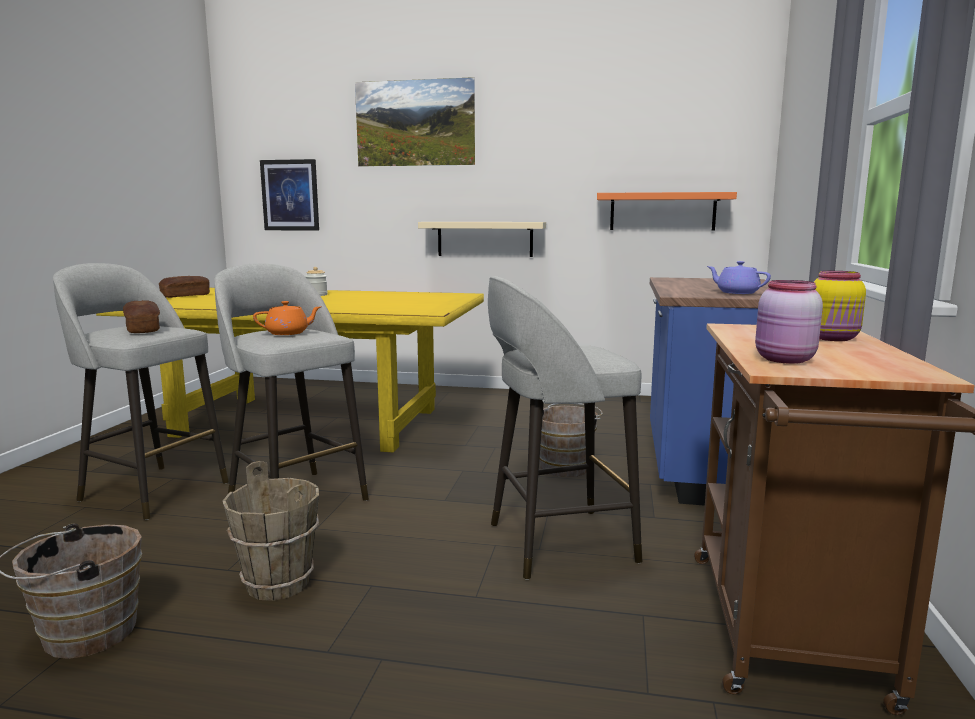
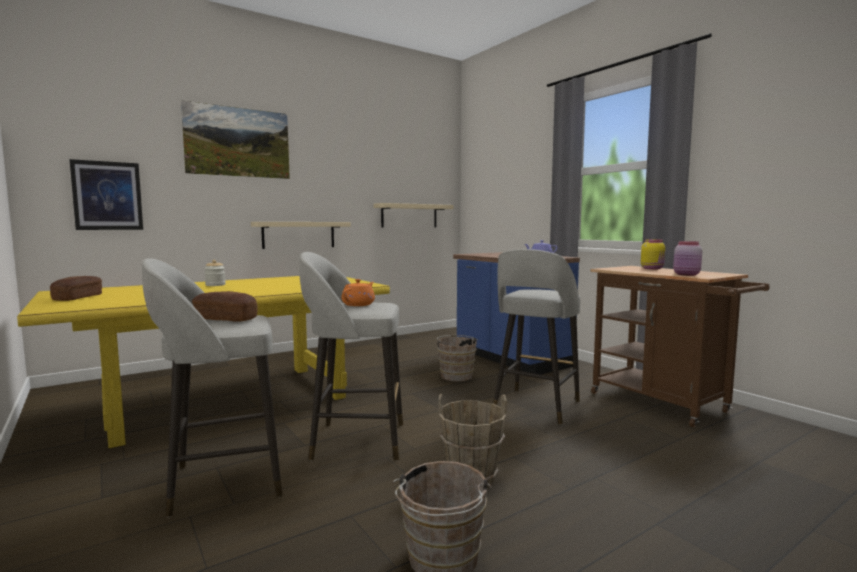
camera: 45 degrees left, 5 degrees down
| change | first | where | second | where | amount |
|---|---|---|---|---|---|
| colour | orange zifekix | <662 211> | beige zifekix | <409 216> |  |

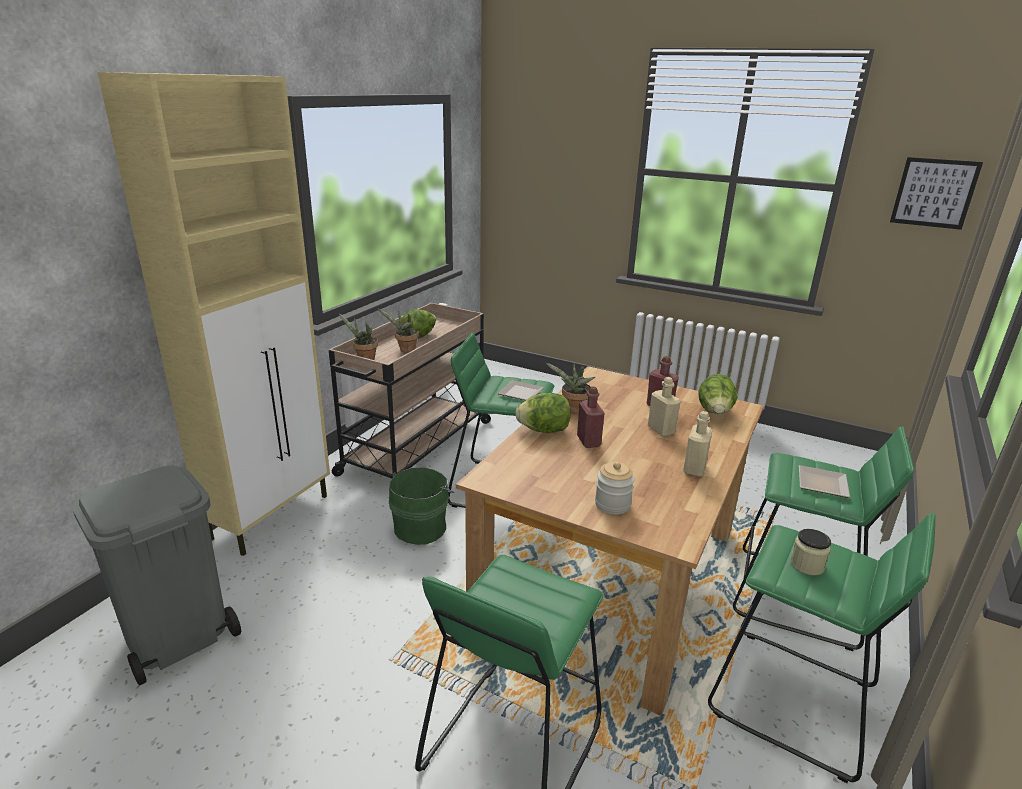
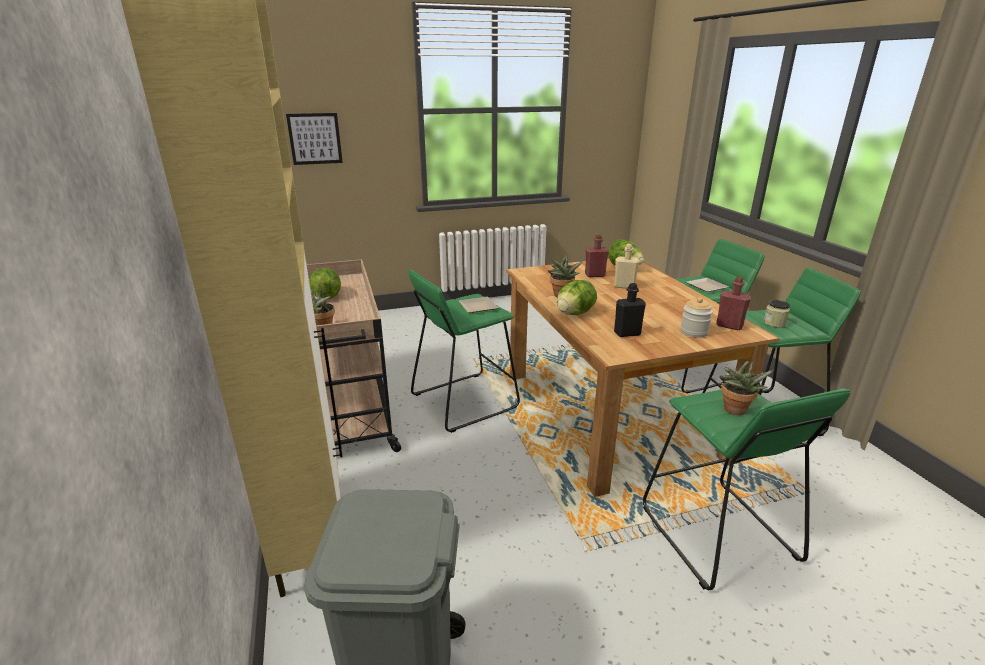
camera: 45 degrees left, 0 degrees up
| change | first | where | second | where | amount |
|---|---|---|---|---|---|
| relocated | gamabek | <405 350> |  | <735 411> |  |
| missing | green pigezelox | <422 526> |  |  |  |
| relocated | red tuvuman | <588 441> |  | <729 326> |  |
| missing | beige tuvuman | <694 469> |  |  |  |
| relocated | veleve | <934 193> |  | <315 139> |  |
| appeared |  |  | black tuvuman | <627 333> |  |

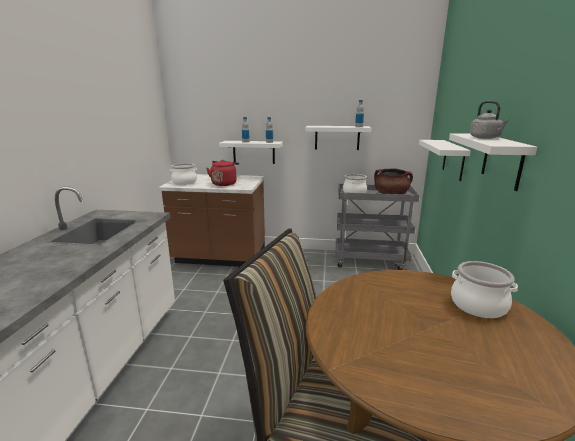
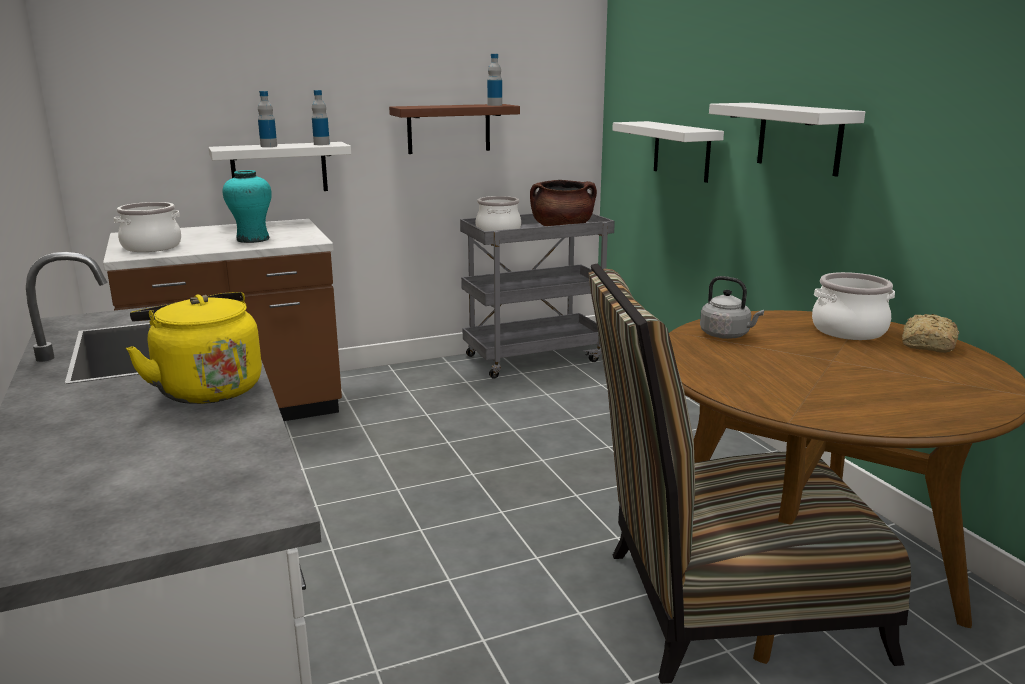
camera: 30 degrees left, 0 degrees up
| change | first | where | second | where | amount |
|---|---|---|---|---|---|
| exchanged | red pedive | <224 183> | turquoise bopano | <252 239> |  |
| colour | white zifekix | <337 137> | brown zifekix | <449 128> |  |
| relocated | grey pedive | <486 138> |  | <727 335> |  |
| appeared |  |  | yellow pedive | <205 389> |  |
| appeared |  |  | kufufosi | <927 345> |  |

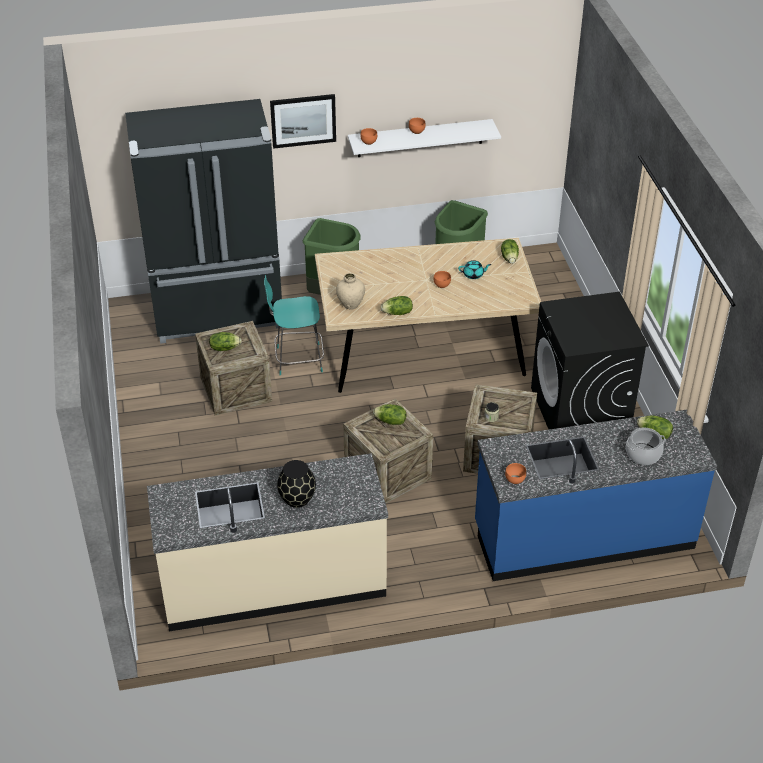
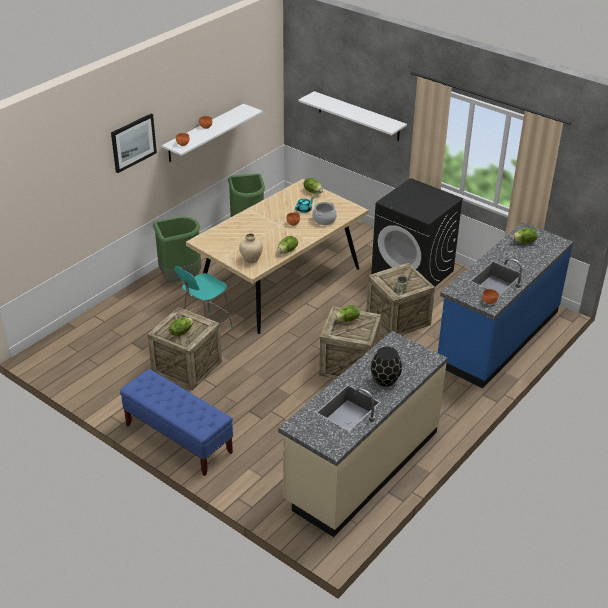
camera: 40 degrees left, 5 degrees down
| change | first | where | second | where | amount |
|---|---|---|---|---|---|
| missing | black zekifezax | <218 313> |  |  |  |
| relocated | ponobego | <643 454> |  | <324 220> |  |
| appeared |  |  | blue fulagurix | <178 439> |  |
| appeared |  |  | white zifekix | <358 116> |  |

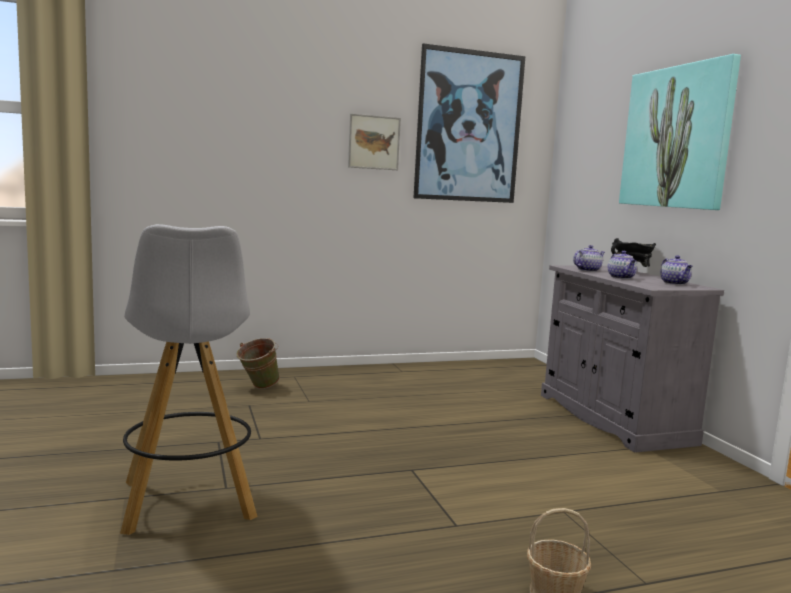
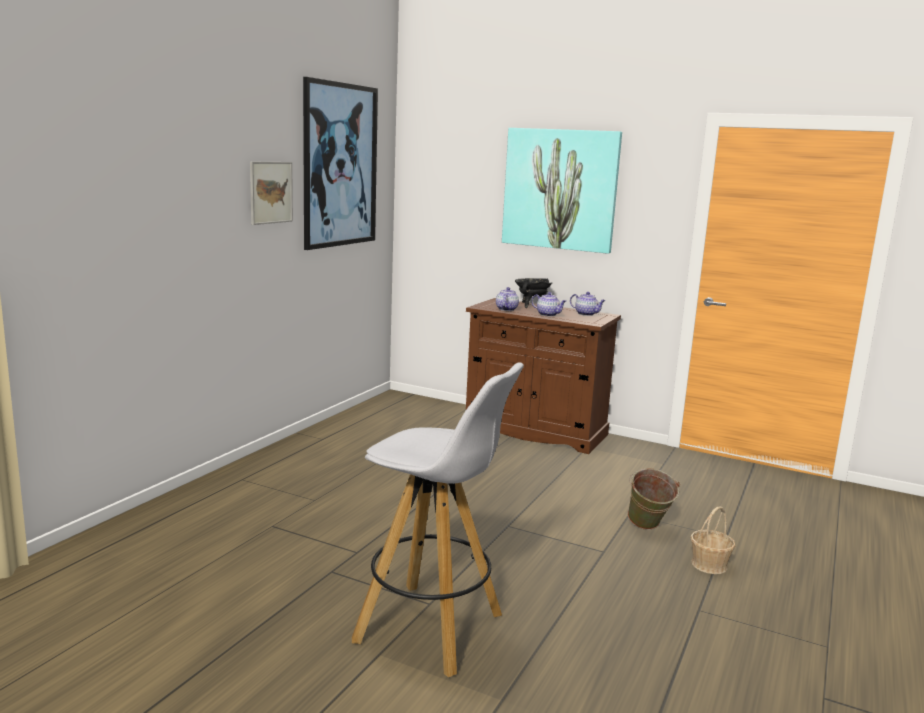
camera: 45 degrees left, 5 degrees up
| change | first | where | second | where | amount |
|---|---|---|---|---|---|
| relocated | green pigezelox | <258 387> |  | <647 528> |  |
| colour | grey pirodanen | <613 418> | brown pirodanen | <534 431> |  |

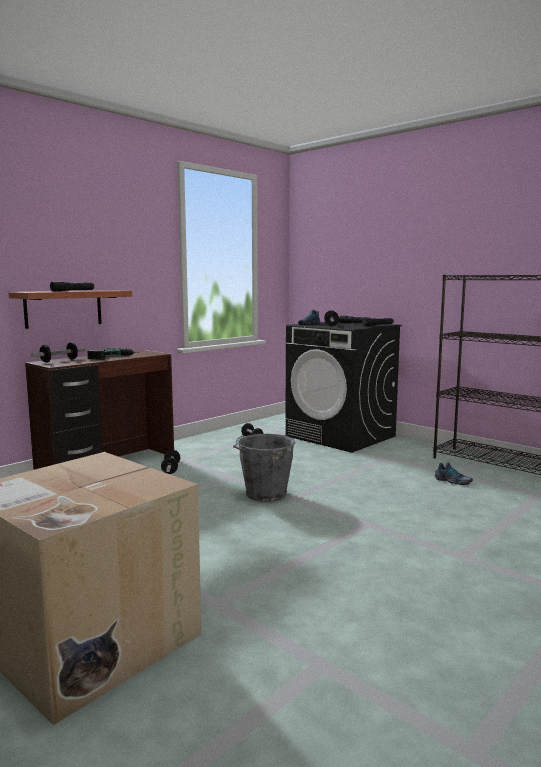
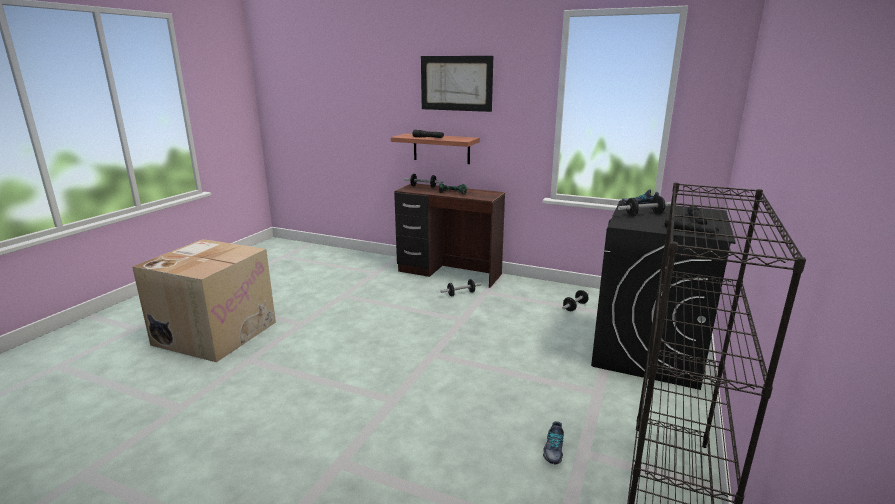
camera: 70 degrees right, 10 degrees up
| change | first | where | second | where | amount |
|---|---|---|---|---|---|
| missing | grey pigezelox | <264 495> |  |  |  |
| appeared |  |  | veleve | <456 83> |  |

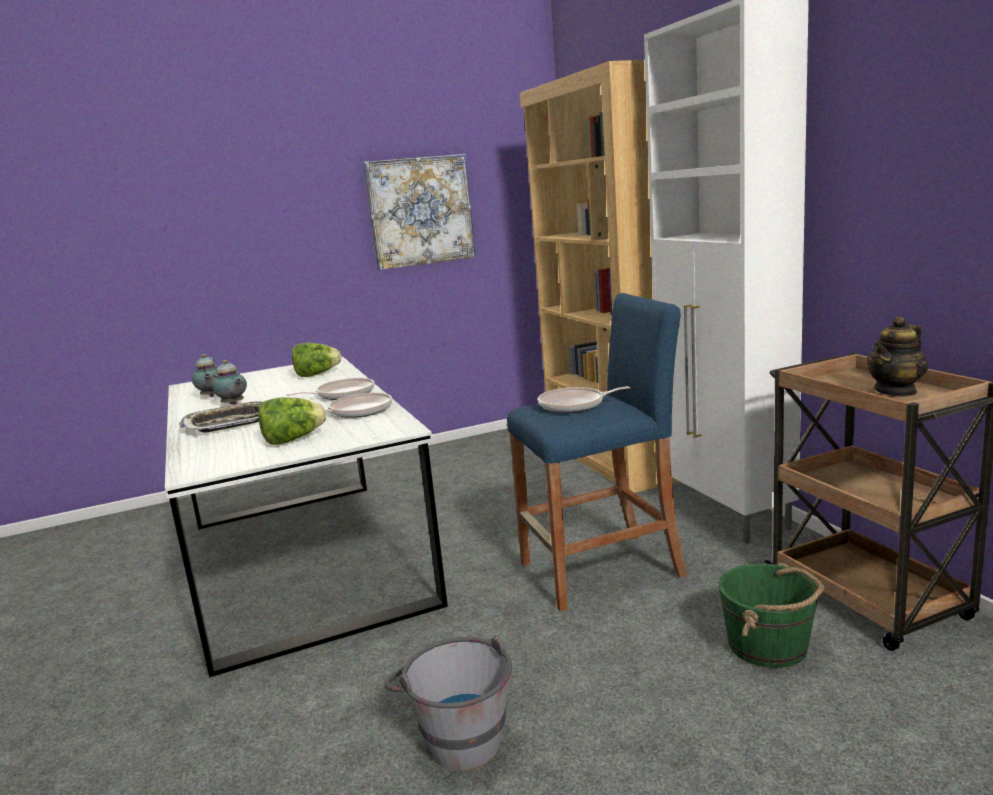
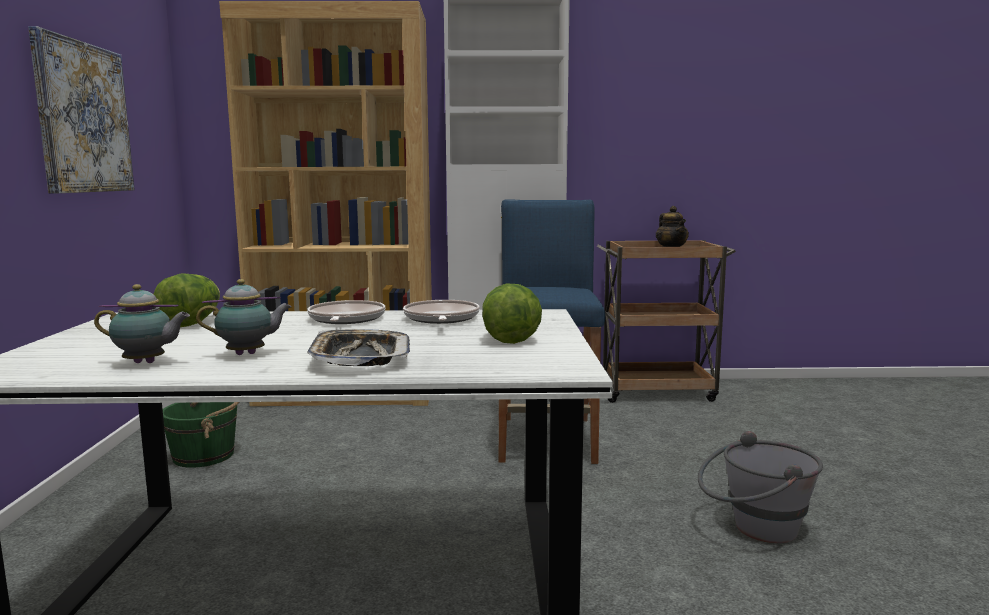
camera: 70 degrees left, 5 degrees down
| change | first | where | second | where | amount |
|---|---|---|---|---|---|
| missing | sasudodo | <575 405> |  |  |  |
| relocated | green pigezelox | <769 646> |  | <205 455> |  |

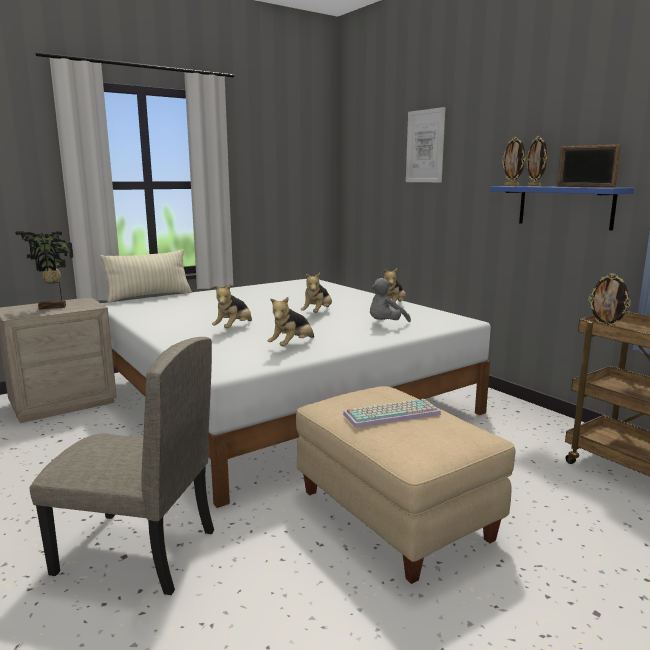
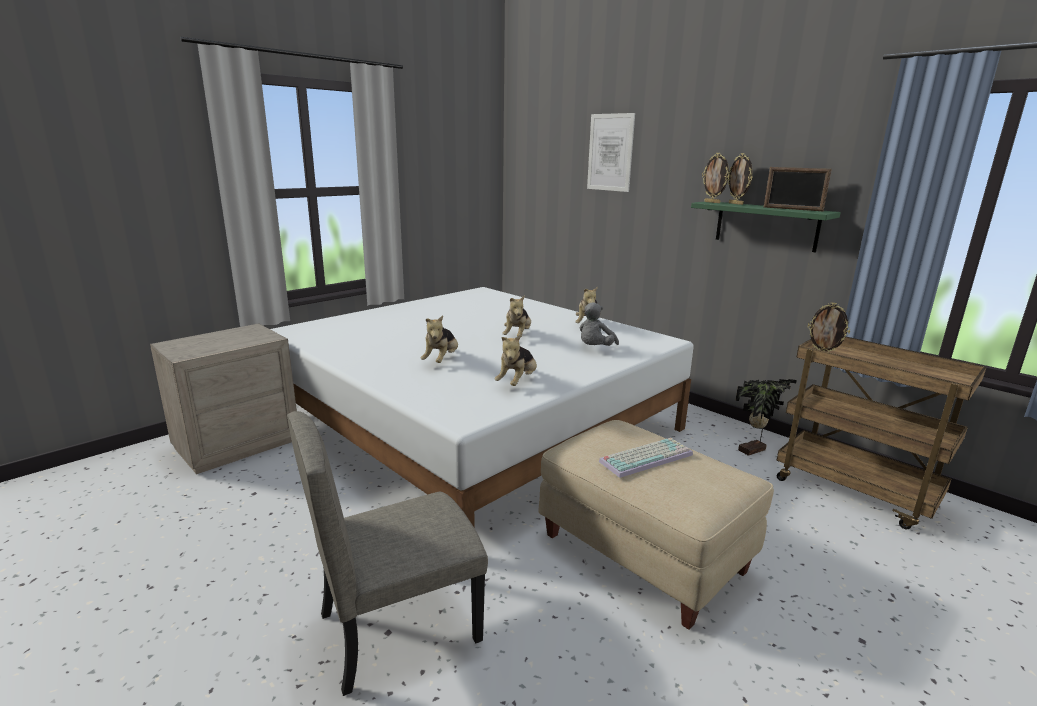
camera: 10 degrees left, 5 degrees up
| change | first | where | second | where | amount |
|---|---|---|---|---|---|
| relocated | gamabek | <53 307> |  | <753 451> |  |
| spun | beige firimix | <136 552> |  | <399 626> | 150 degrees clockwise |
| missing | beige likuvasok | <149 296> |  |  |  |
| colour | blue zifekix | <565 206> | green zifekix | <766 226> |  |

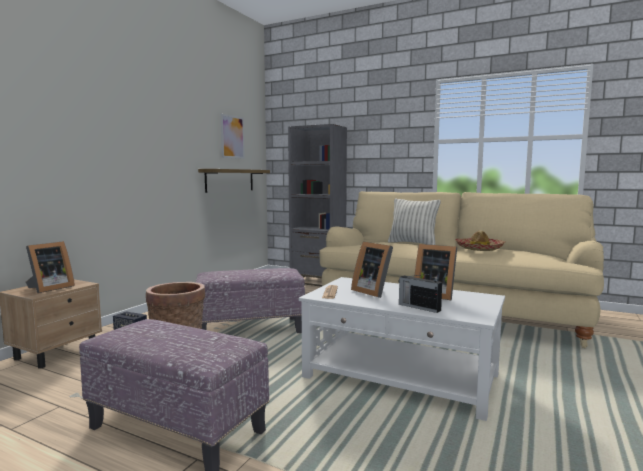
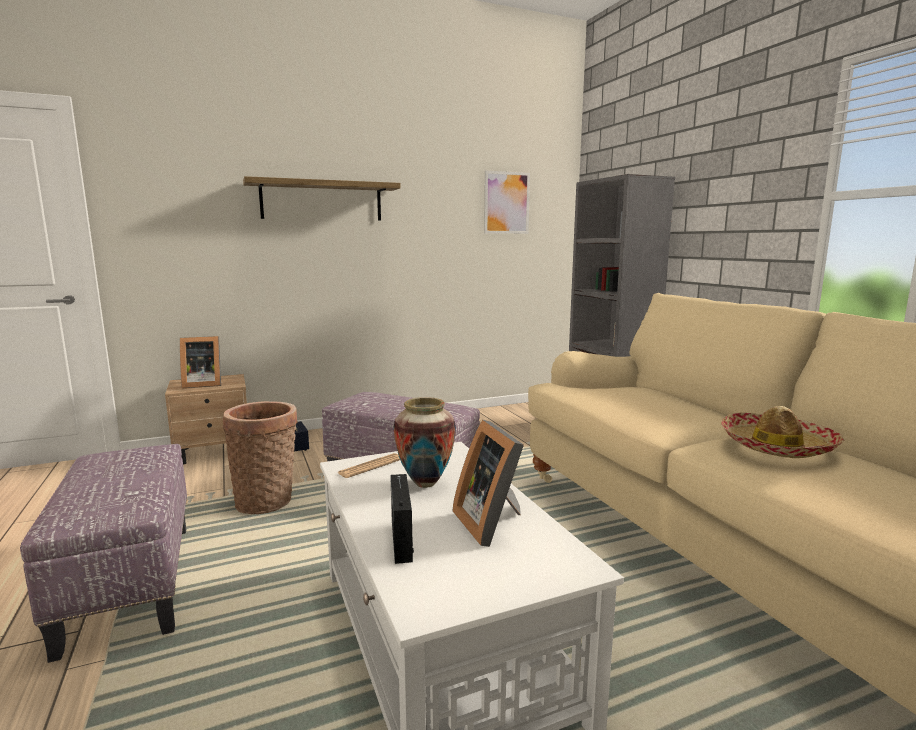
camera: 40 degrees right, 5 degrees up
| change | first | where | second | where | amount |
|---|---|---|---|---|---|
| relocated | zifekix | <230 180> |  | <322 201> |  |
| exchanged | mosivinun | <373 292> | bopano | <425 483> |  |
| missing | likuvasok | <413 243> |  |  |  |

